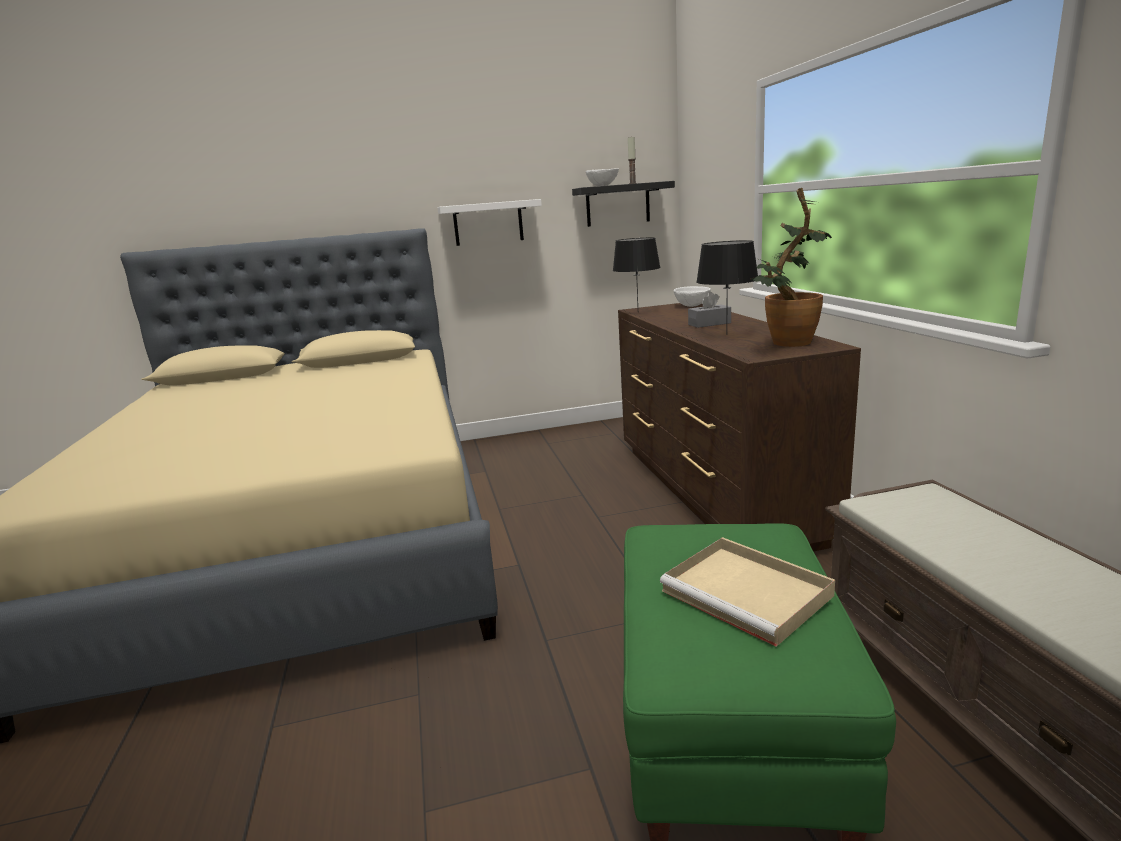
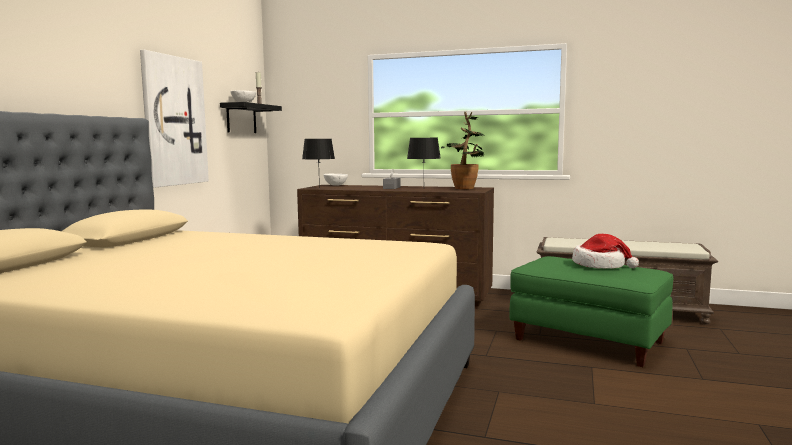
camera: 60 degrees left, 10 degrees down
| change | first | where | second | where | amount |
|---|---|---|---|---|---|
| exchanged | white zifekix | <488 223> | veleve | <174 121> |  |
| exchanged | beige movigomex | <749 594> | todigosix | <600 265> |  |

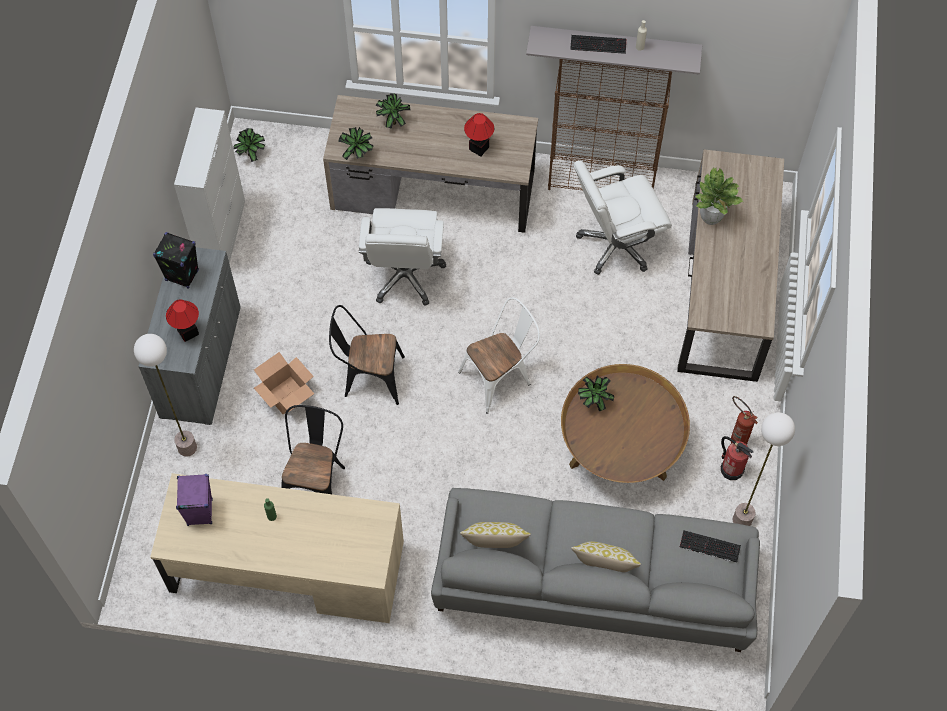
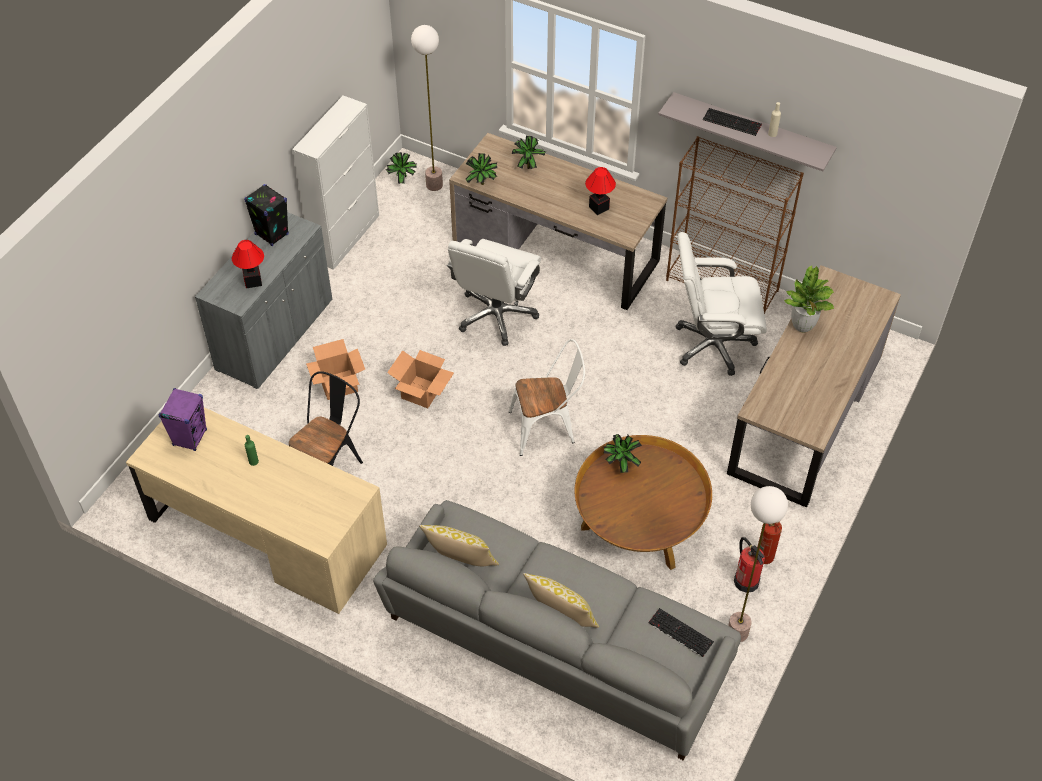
camera: 20 degrees right, 10 degrees down
| change | first | where | second | where | amount |
|---|---|---|---|---|---|
| relocated | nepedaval | <187 447> |  | <434 185> |  |
| exchanged | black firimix | <368 377> | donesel | <421 391> |  |

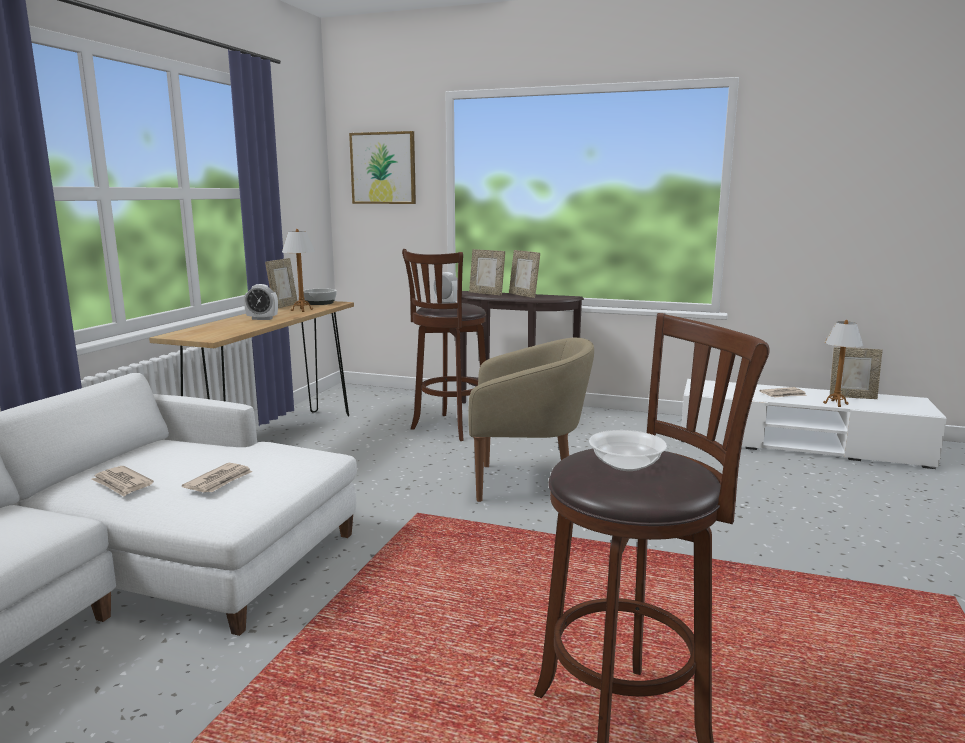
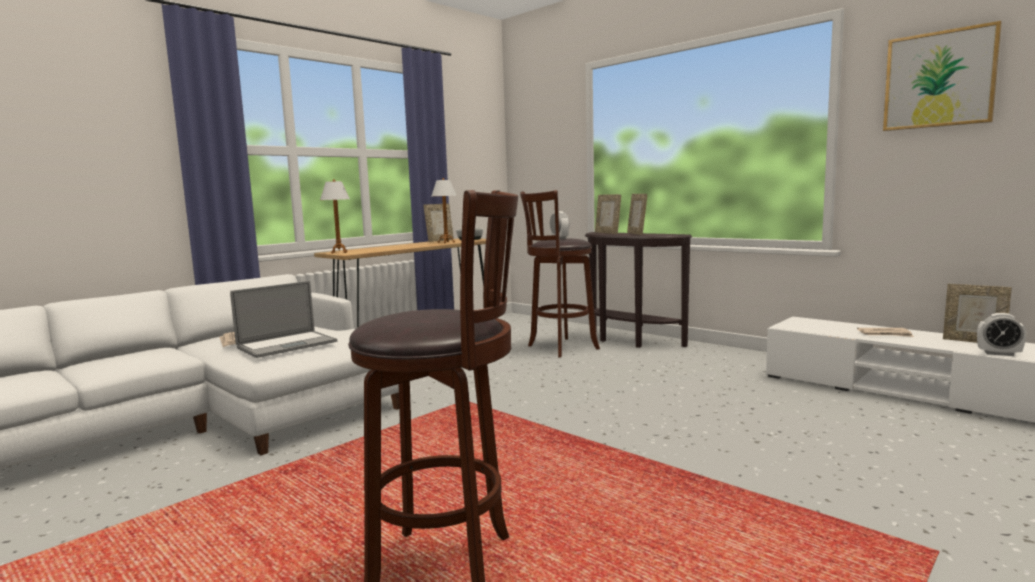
camera: 25 degrees right, 5 degrees down
| change | first | where | second | where | amount |
|---|---|---|---|---|---|
| exchanged | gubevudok | <220 481> | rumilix | <287 345> |  |
| relocated | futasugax | <262 319> |  | <999 353> |  |
| relocated | veleve | <383 168> |  | <939 79> |  |
| missing | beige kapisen | <527 483> |  |  |  |
| missing | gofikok | <626 464> |  |  |  |
| relocated | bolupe | <835 404> |  | <339 252> |  |

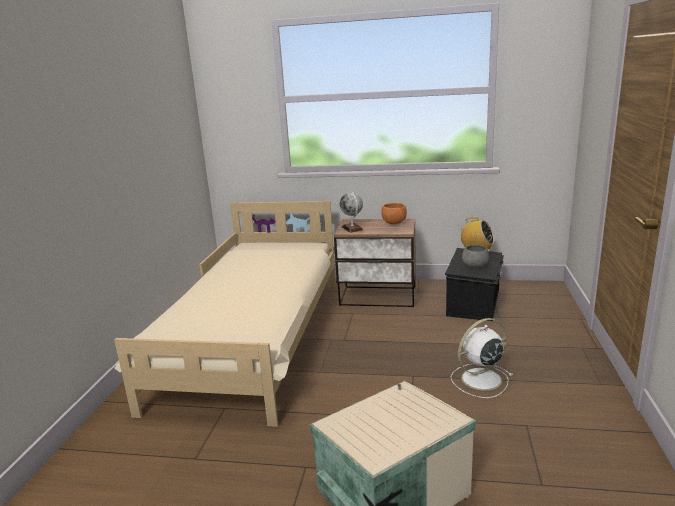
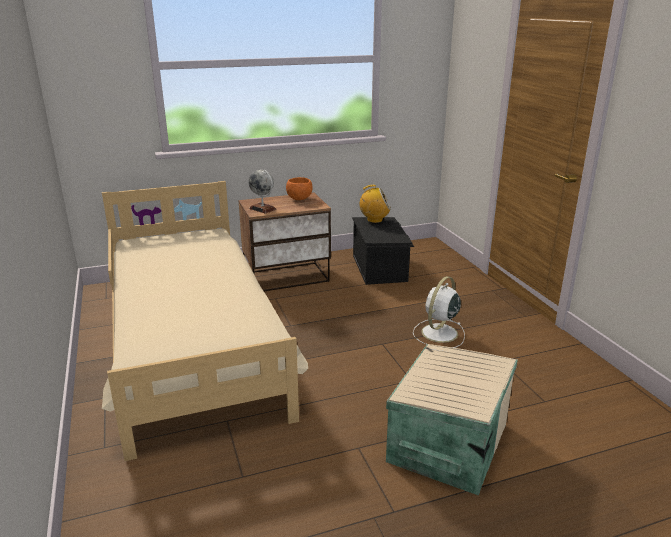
camera: 30 degrees left, 5 degrees up
| change | first | where | second | where | amount |
|---|---|---|---|---|---|
| missing | grey gofikok | <475 266> |  |  |  |

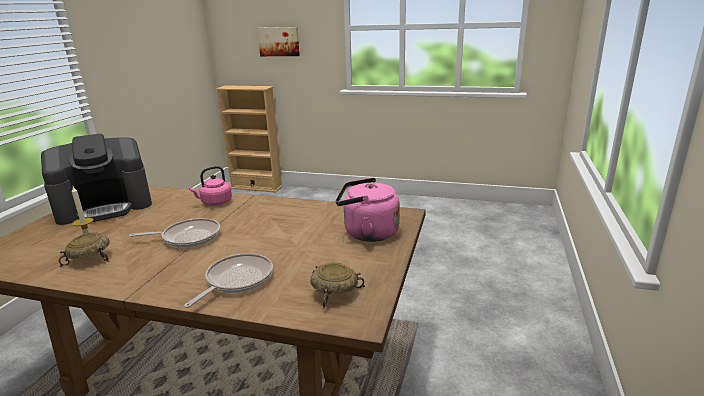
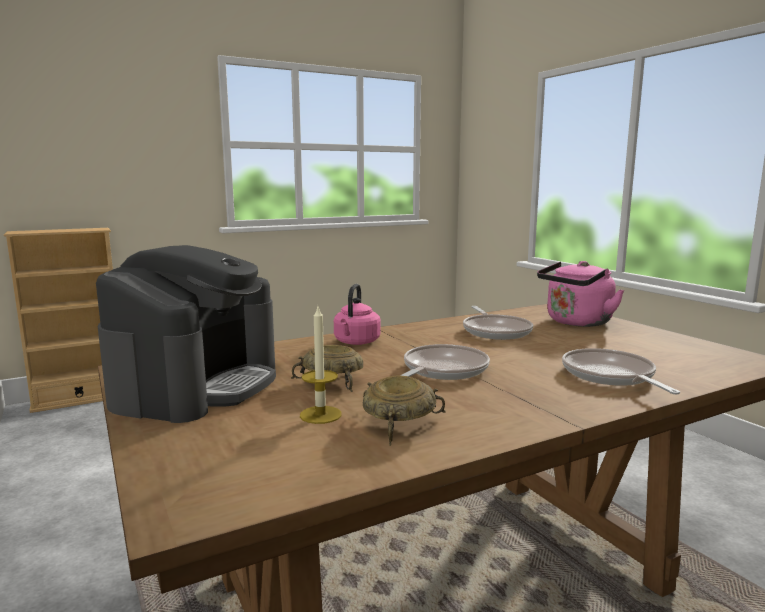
camera: 45 degrees left, 10 degrees down
| change | first | where | second | where | amount |
|---|---|---|---|---|---|
| missing | veleve | <279 41> |  |  |  |
| relocated | beige gofikok | <333 293> |  | <333 383> |  |
| appeared |  |  | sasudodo | <495 331> |  |

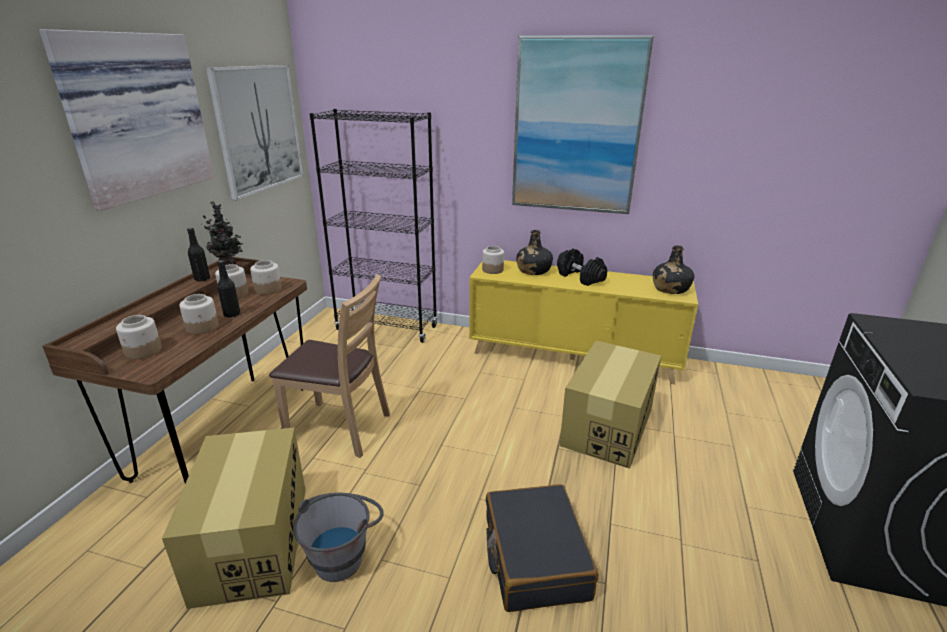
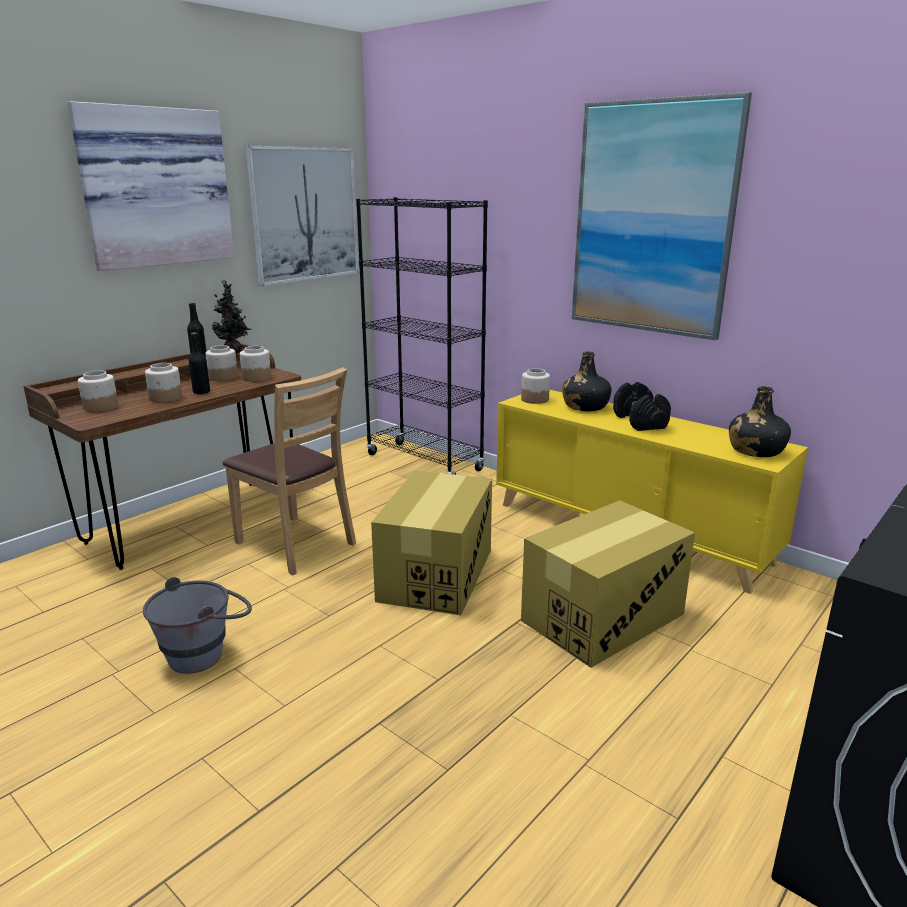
camera: 25 degrees right, 5 degrees down
| change | first | where | second | where | amount |
|---|---|---|---|---|---|
| relocated | donesel | <253 541> |  | <436 574> |  |
| missing | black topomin | <534 557> |  |  |  |

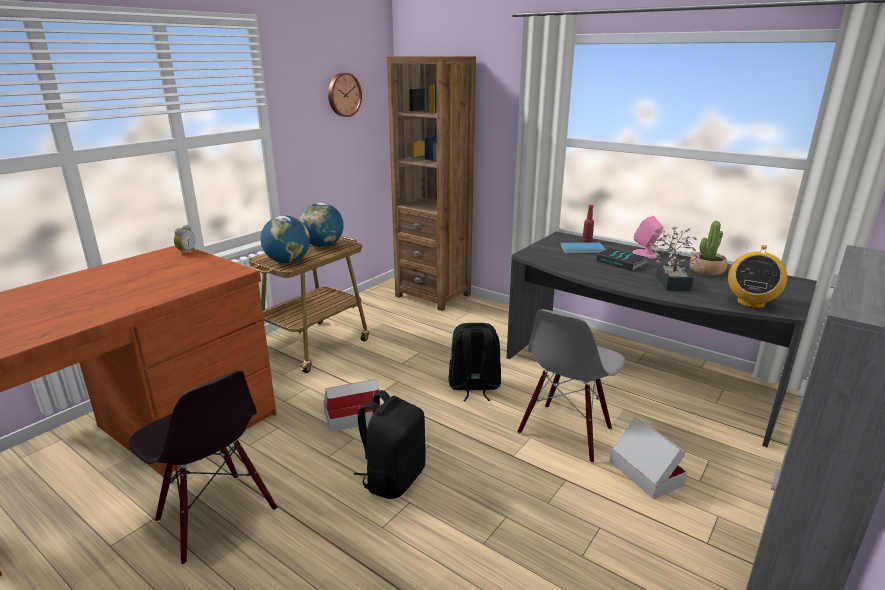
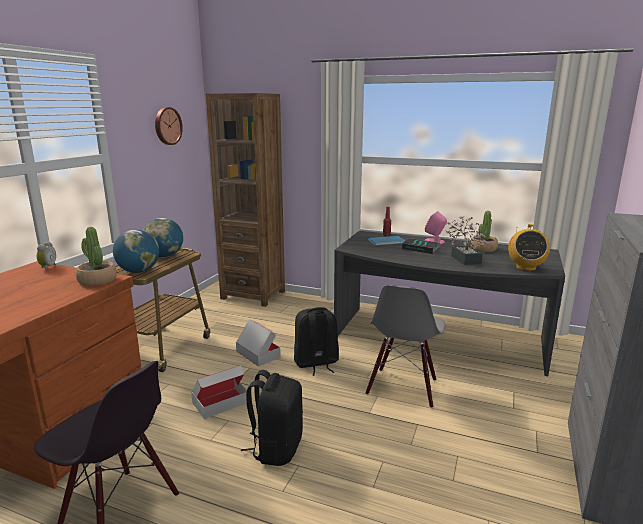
camera: 15 degrees left, 5 degrees down
| change | first | where | second | where | amount |
|---|---|---|---|---|---|
| relocated | donesel | <645 473> |  | <258 354> |  |
| appeared |  |  | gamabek | <97 280> |  |

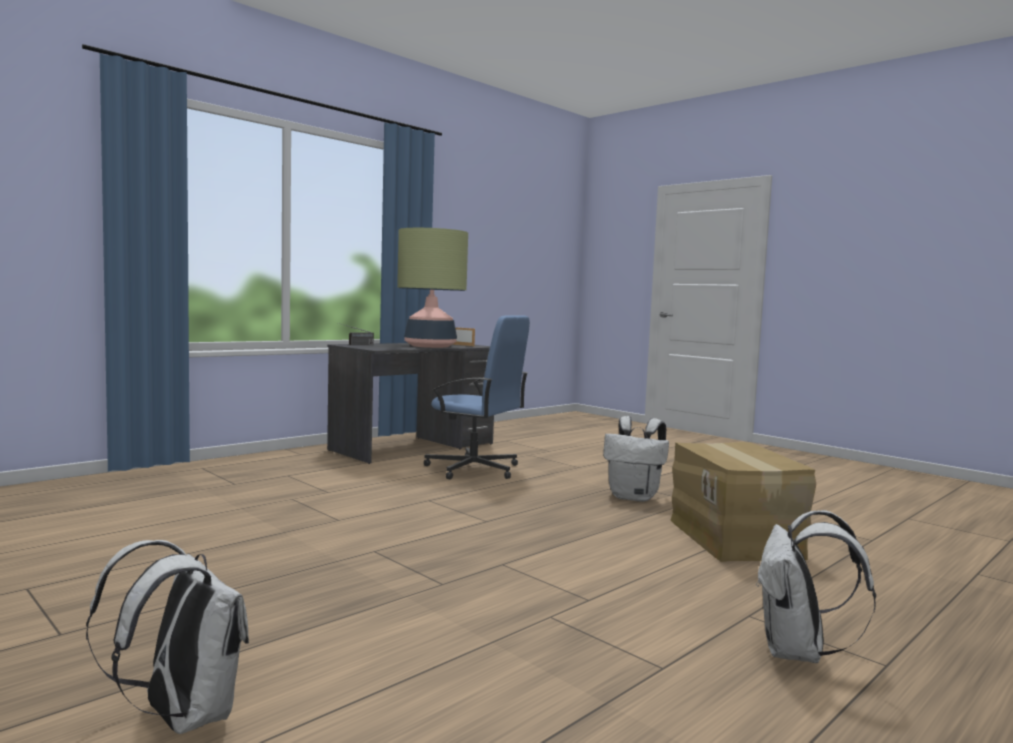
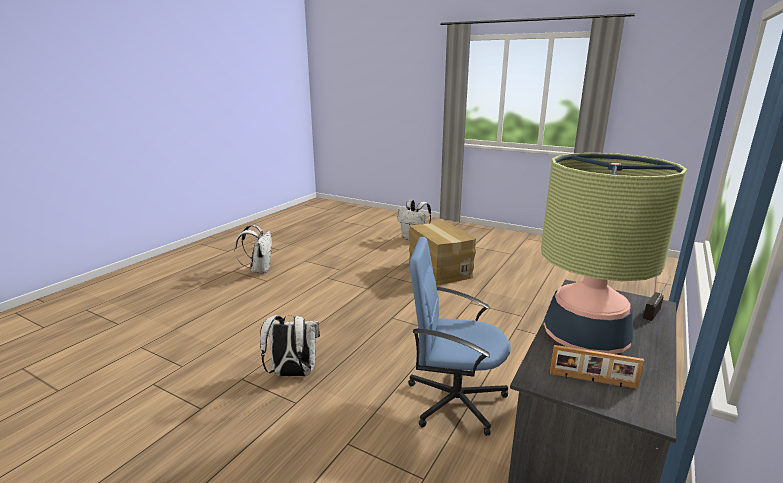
camera: 165 degrees right, 15 degrees up
| change | first | where | second | where | amount |
|---|---|---|---|---|---|
| relocated | donesel | <735 538> |  | <439 270> |  |

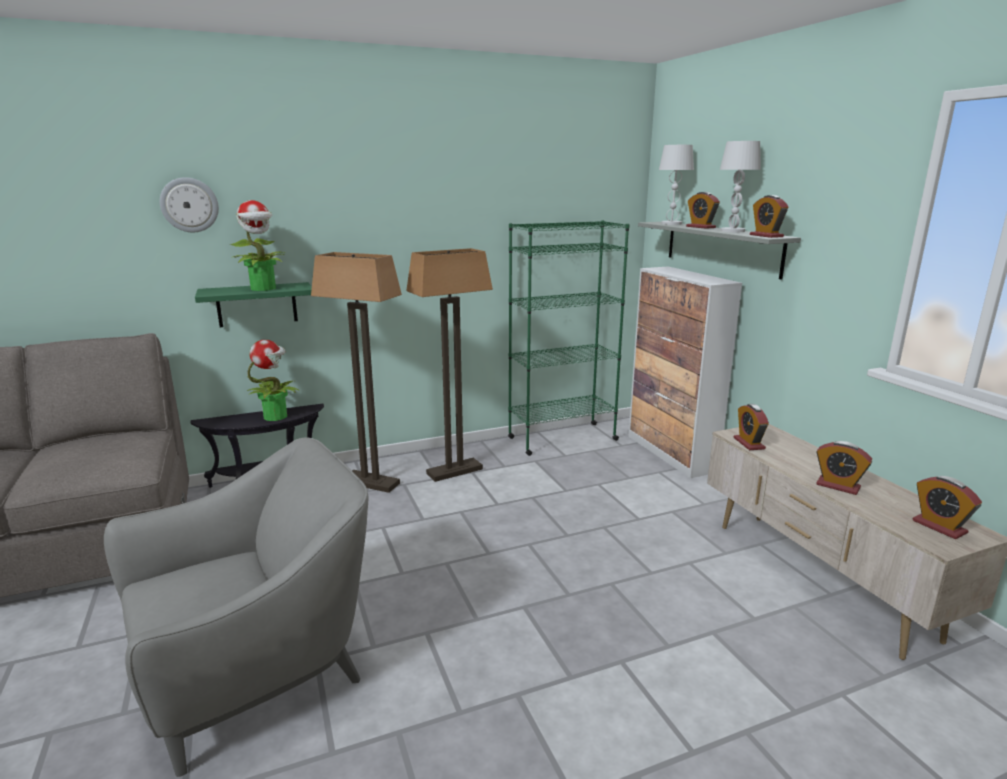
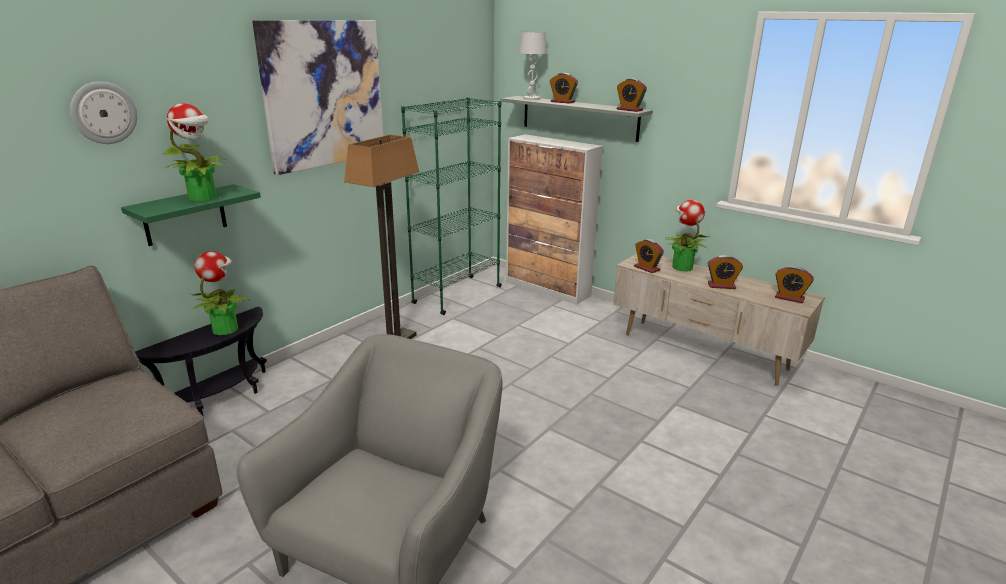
camera: 30 degrees left, 5 degrees up
| change | first | where | second | where | amount |
|---|---|---|---|---|---|
| missing | nepedaval | <370 483> |  |  |  |
| missing | white bolupe | <732 231> |  |  |  |
| appeared |  |  | veleve | <324 94> |  |
| appeared |  |  | gamabek | <681 267> |  |

